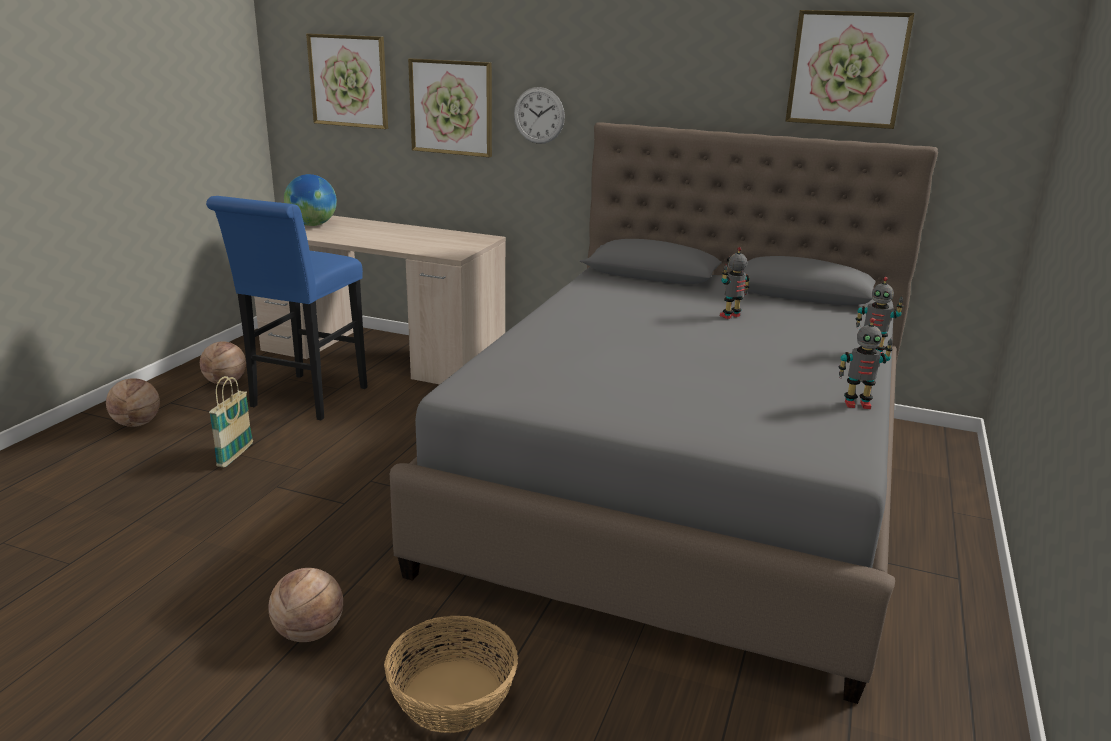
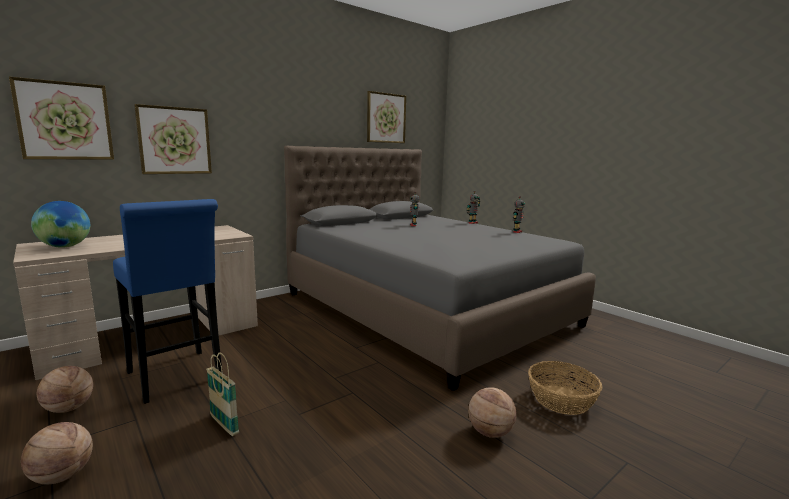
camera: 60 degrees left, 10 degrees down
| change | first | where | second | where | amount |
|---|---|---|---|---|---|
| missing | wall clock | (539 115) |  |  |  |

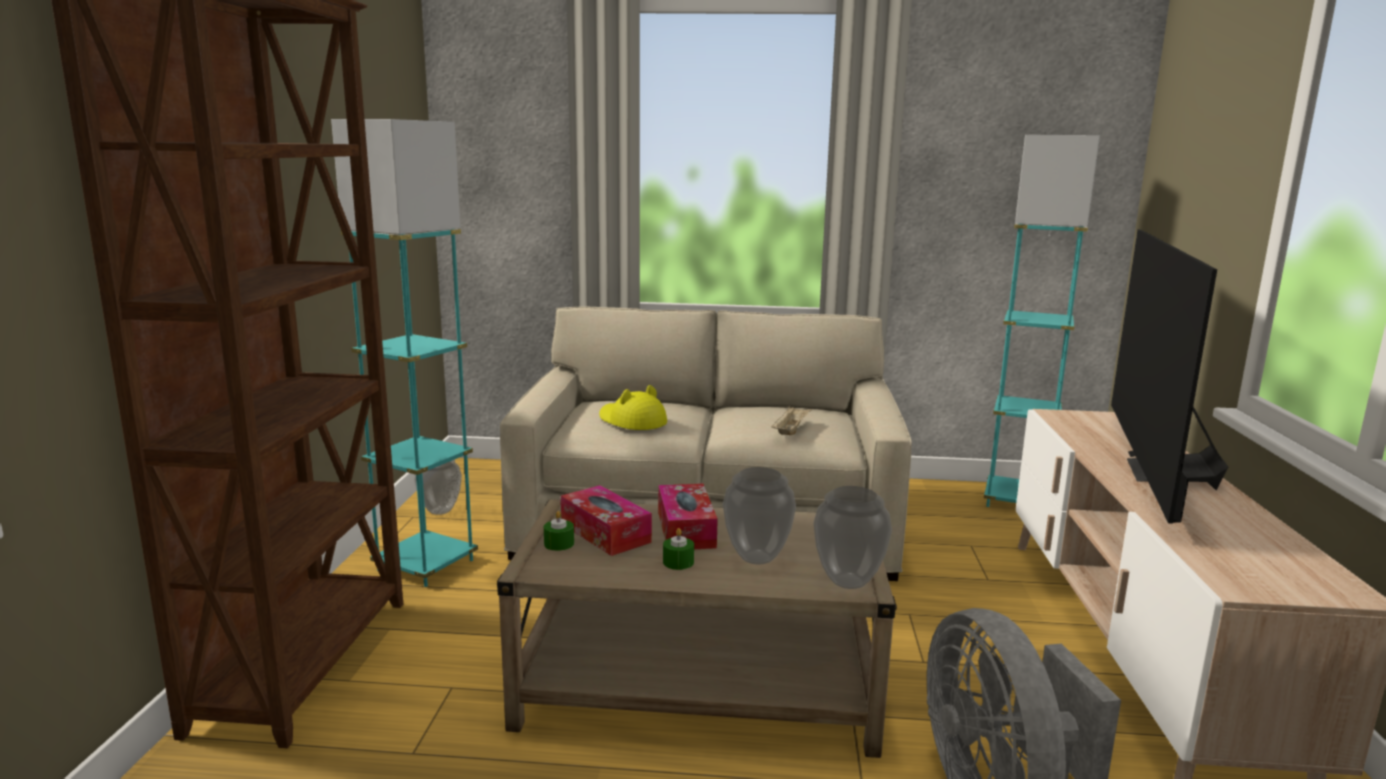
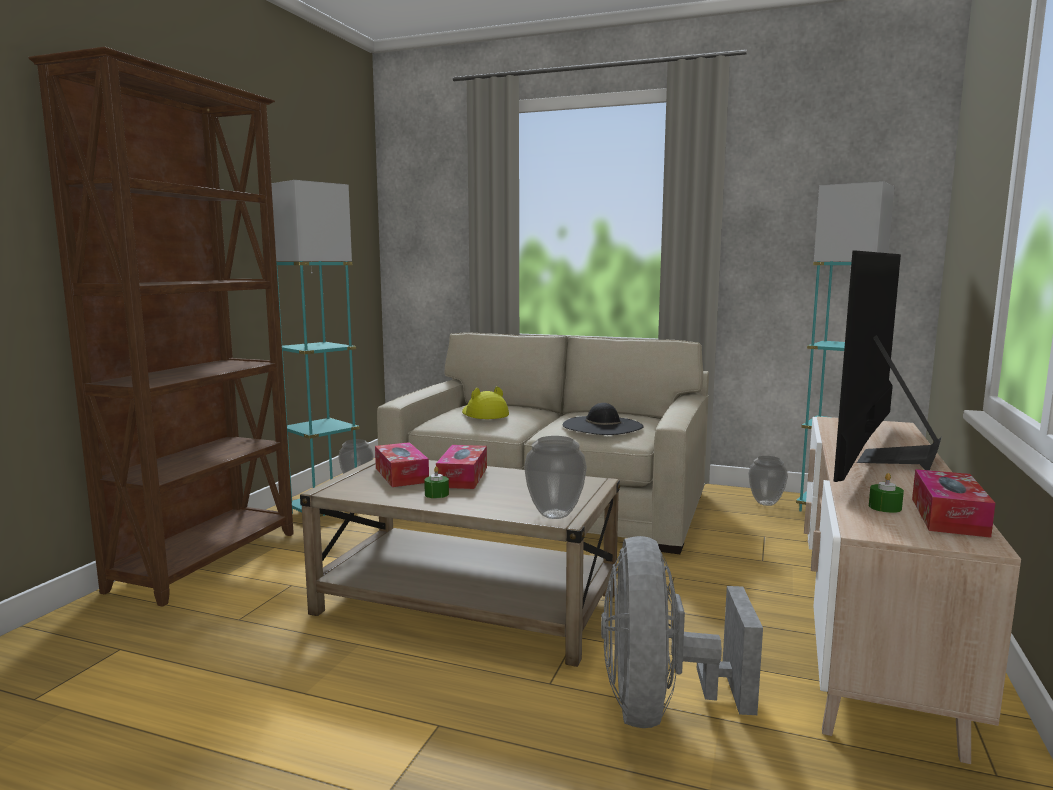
camera: 15 degrees right, 5 degrees down
| change | first | where | second | where | amount |
|---|---|---|---|---|---|
| exchanged | beige tray | (791 420) | blackish clothing hat | (603 419) |  |
| relocated | flower vase | (759 516) |  | (768 481) |  |
| relocated | green-coloured wax candle | (559 531) |  | (886 493) |  |
| appeared |  |  | tissue holder | (954 503) |  |

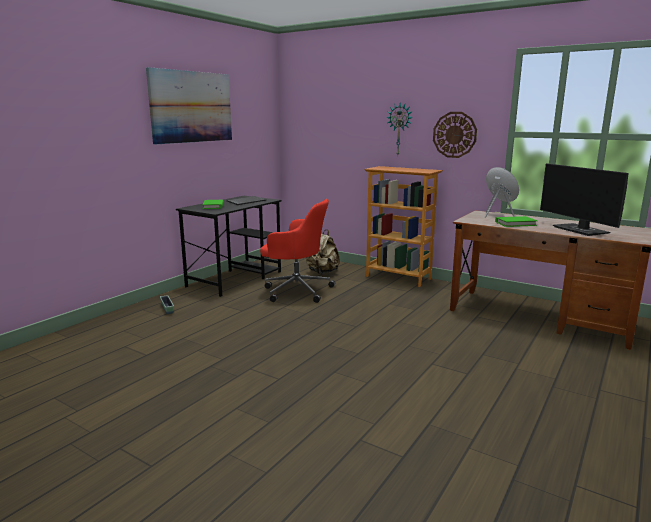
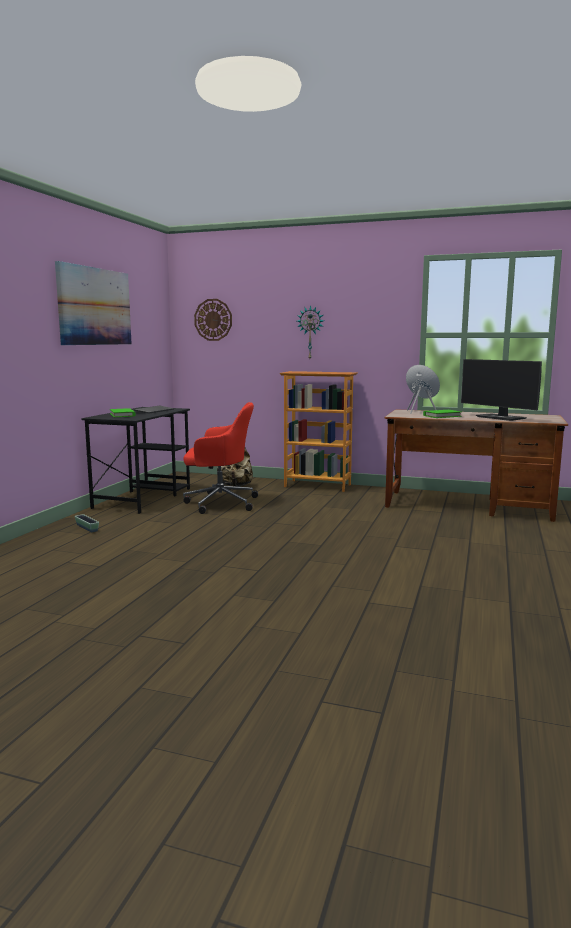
camera: 15 degrees left, 5 degrees down
| change | first | where | second | where | amount |
|---|---|---|---|---|---|
| relocated | wall clock | (455 135) |  | (213 320) |  |

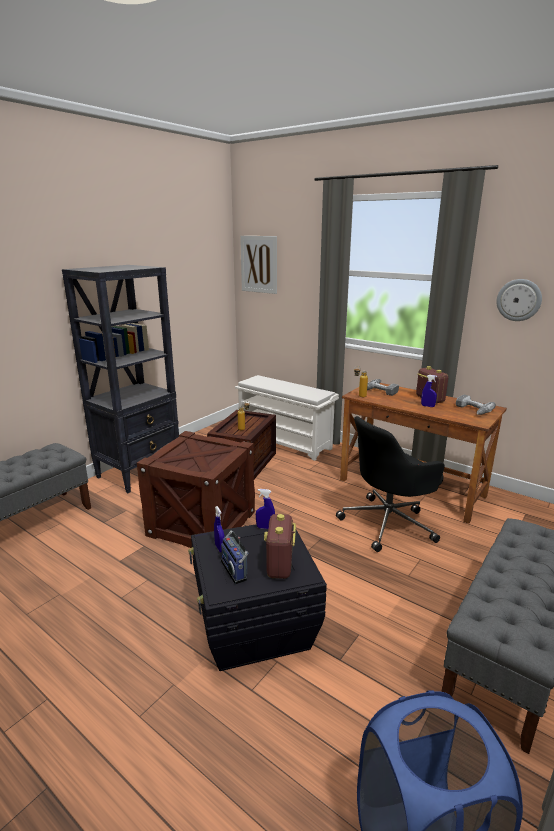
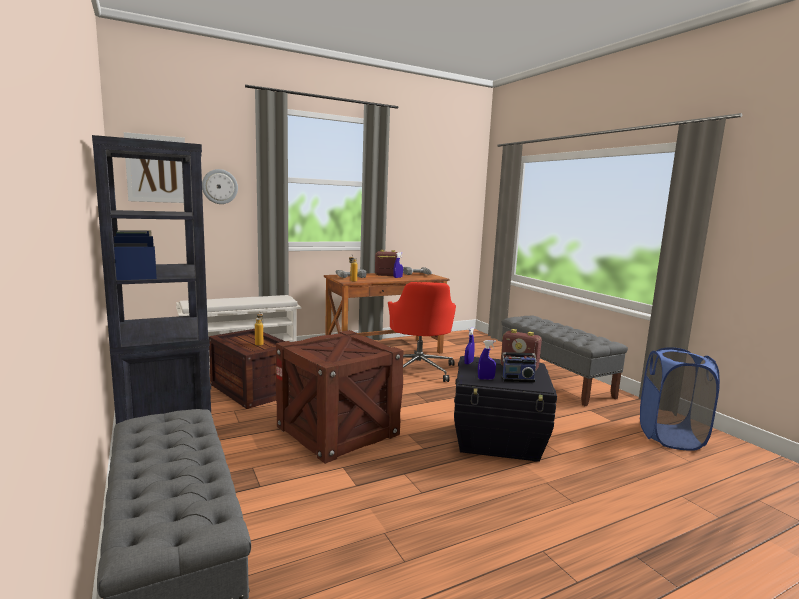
camera: 65 degrees left, 10 degrees down
| change | first | where | second | where | amount |
|---|---|---|---|---|---|
| relocated | wall clock | (519 300) |  | (220 186) |  |
| colour | blackish desk chair | (390 484) | red-coloured desk chair | (422 332) |  |

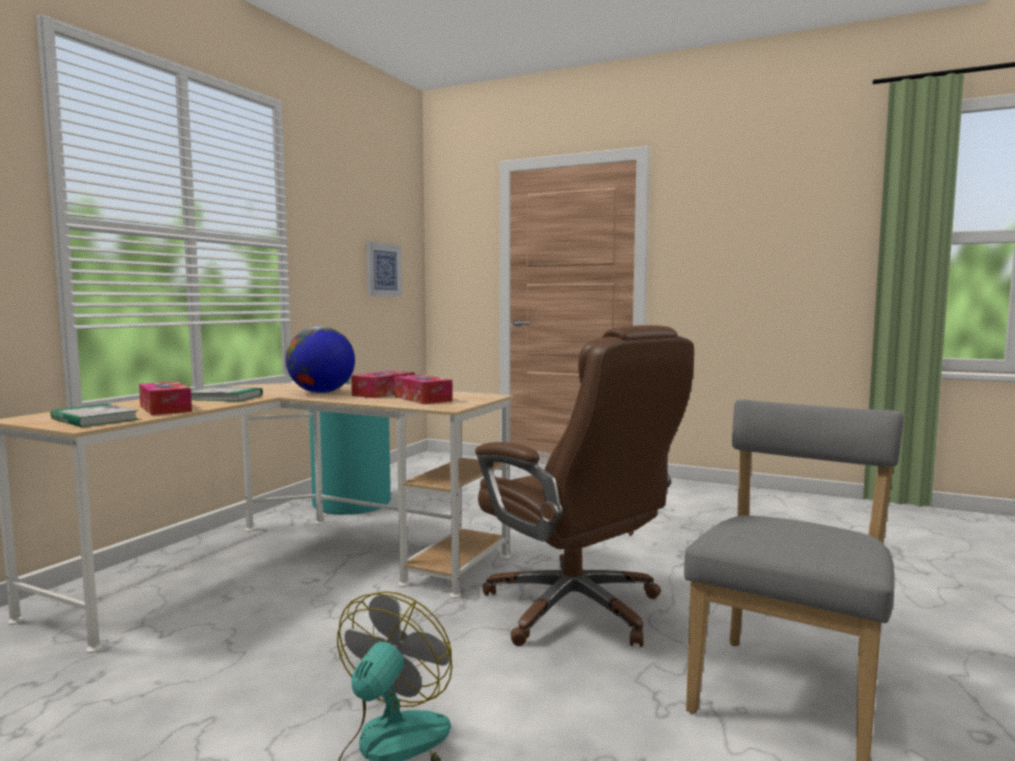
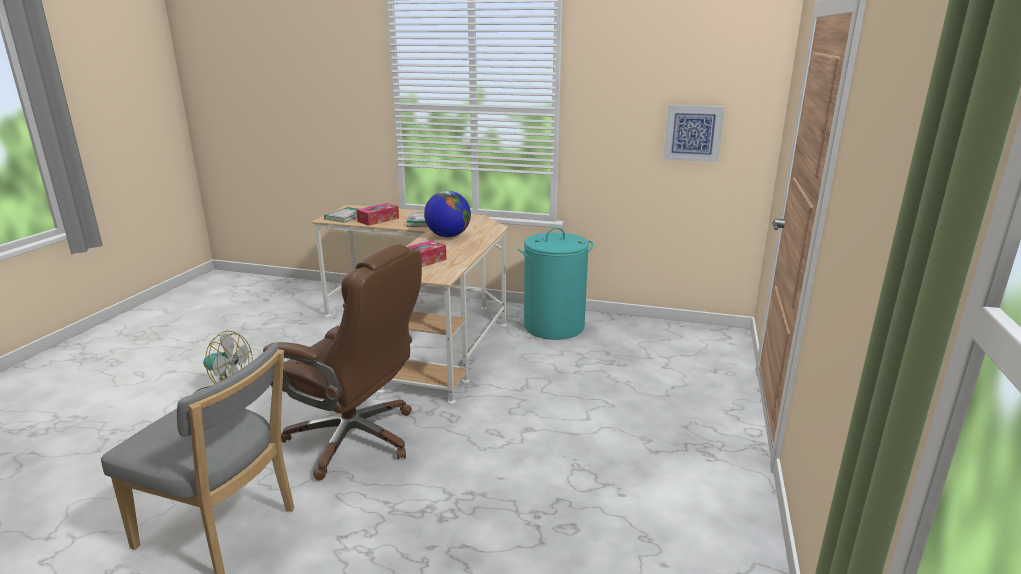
camera: 80 degrees right, 15 degrees up
| change | first | where | second | where | amount |
|---|---|---|---|---|---|
| spun | brown desk chair | (584 486) |  | (342 362) | 105 degrees counterclockwise |
| missing | tissue holder | (383 384) |  |  |  |

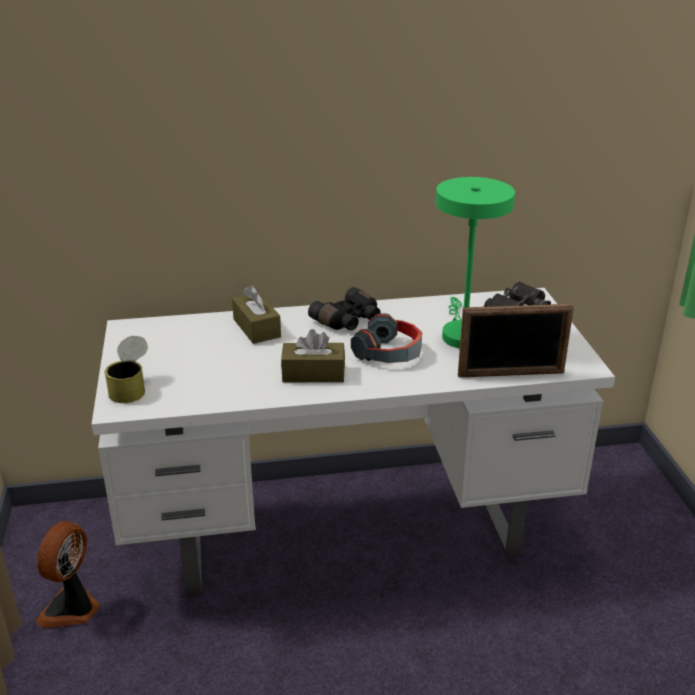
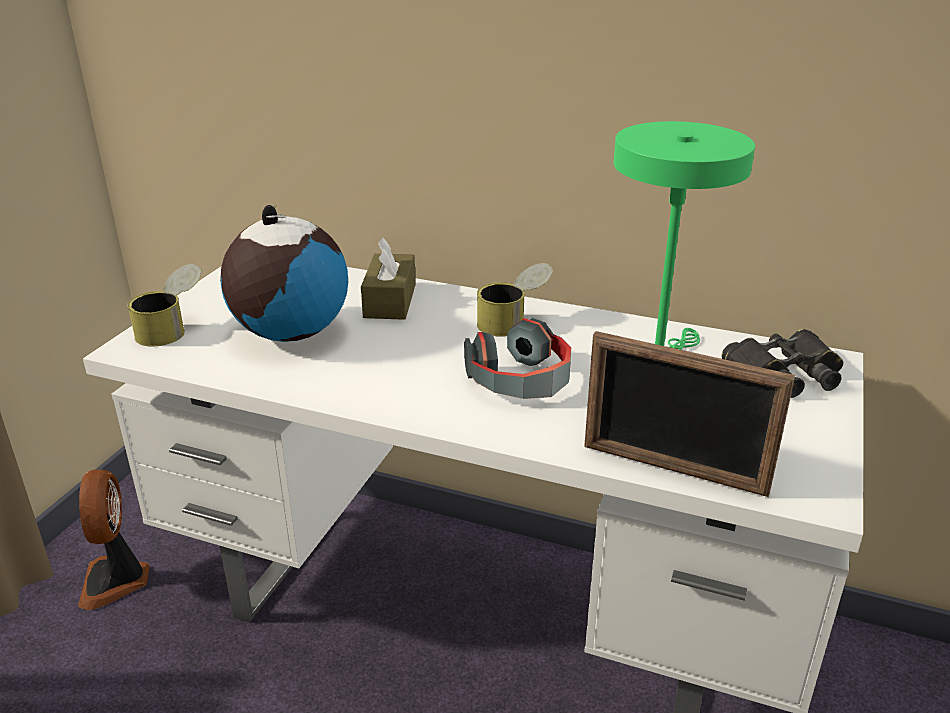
camera: 30 degrees right, 0 degrees up
| change | first | where | second | where | amount |
|---|---|---|---|---|---|
| spun | electric fan | (67 574) |  | (114 540) | 60 degrees counterclockwise |
| appeared |  |  | globe | (284 273) |  |
| exchanged | blackish pair of binoculars | (344 308) | sealed can | (515 300) |  |
| missing | brown tissue holder | (313 355) |  |  |  |

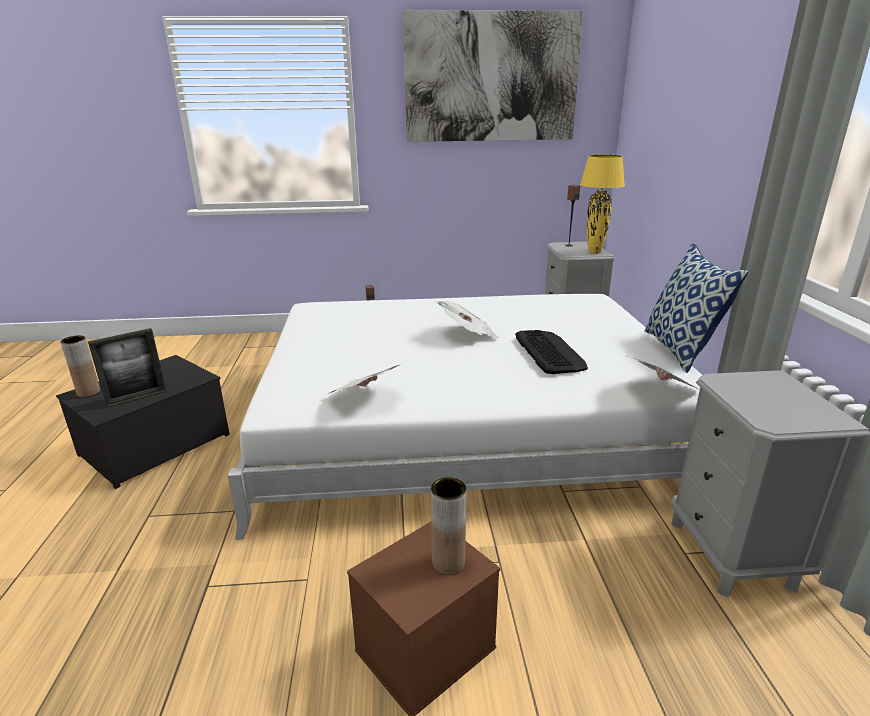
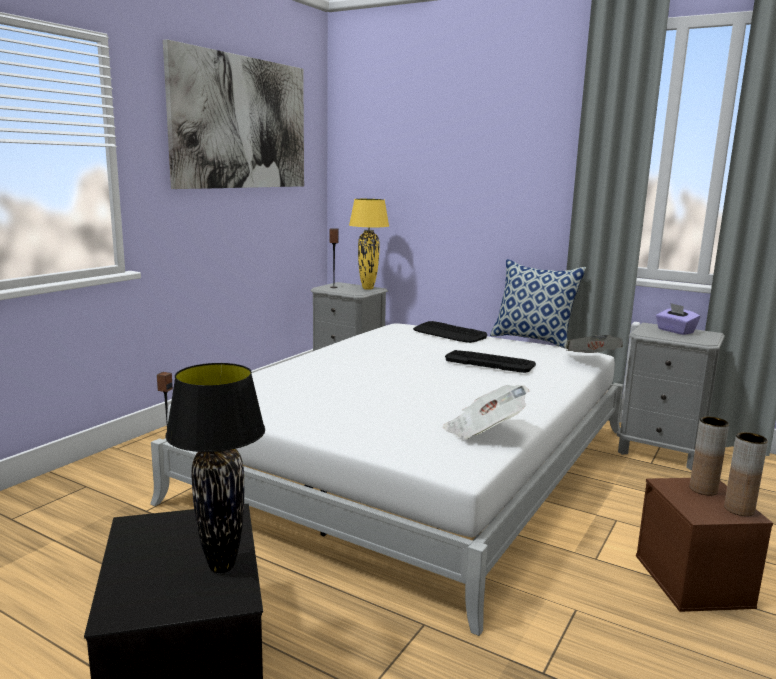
camera: 55 degrees left, 10 degrees down
| change | first | where | second | where | amount |
|---|---|---|---|---|---|
| exchanged | photo frame | (127 368) | blackish lamp for a table | (215 468) |  |
| appeared |  |  | keyboard | (450 332) |  |
| appeared |  |  | purplish tissue holder | (678 319) |  |
| relocated | brown flower vase | (80 366) |  | (746 474) |  |
| missing | newspaper | (467 319) |  |  |  |

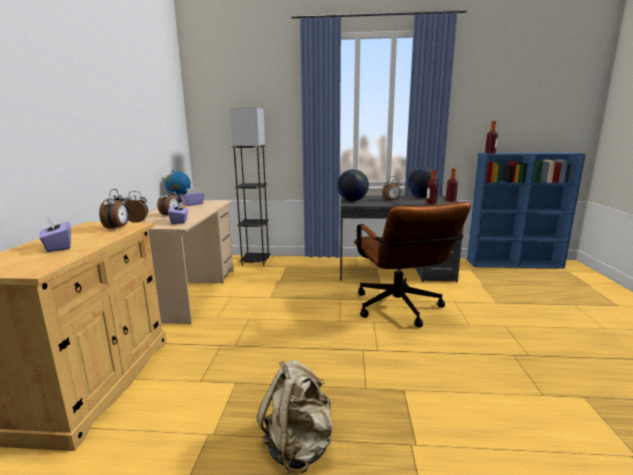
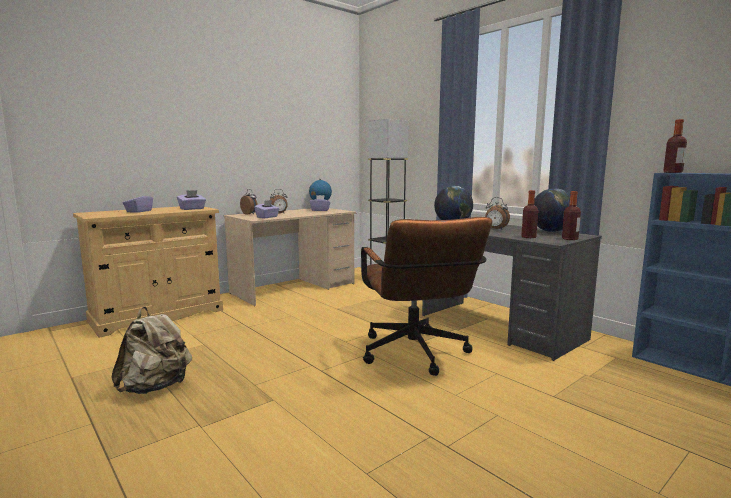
camera: 45 degrees right, 5 degrees down
| change | first | where | second | where | amount |
|---|---|---|---|---|---|
| exchanged | bedside clock | (114 209) | purplish tissue holder | (191 200) |  |
| spun | brown desk chair | (412 264) |  | (426 296) | 45 degrees counterclockwise |

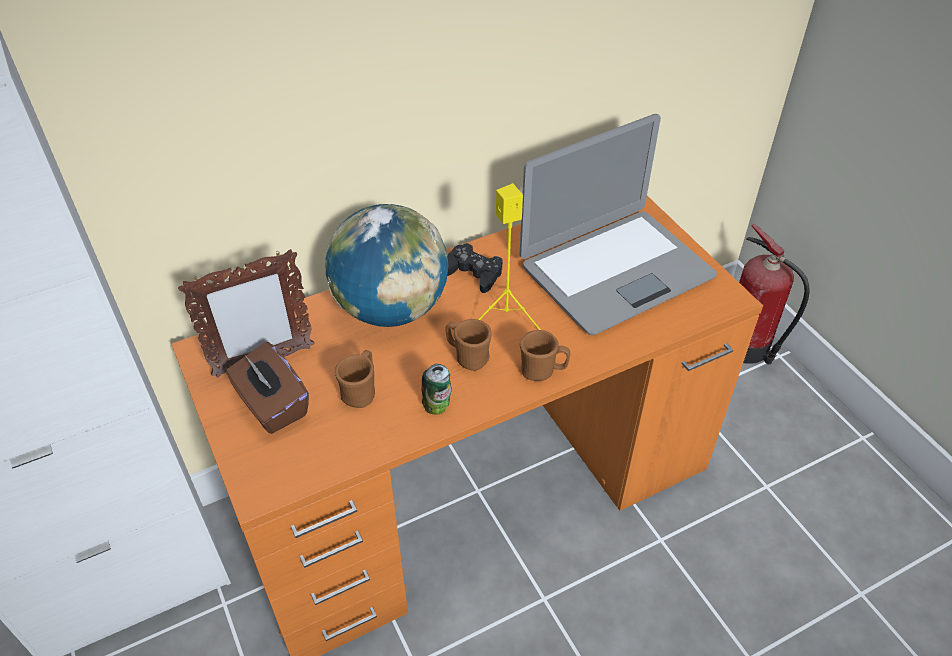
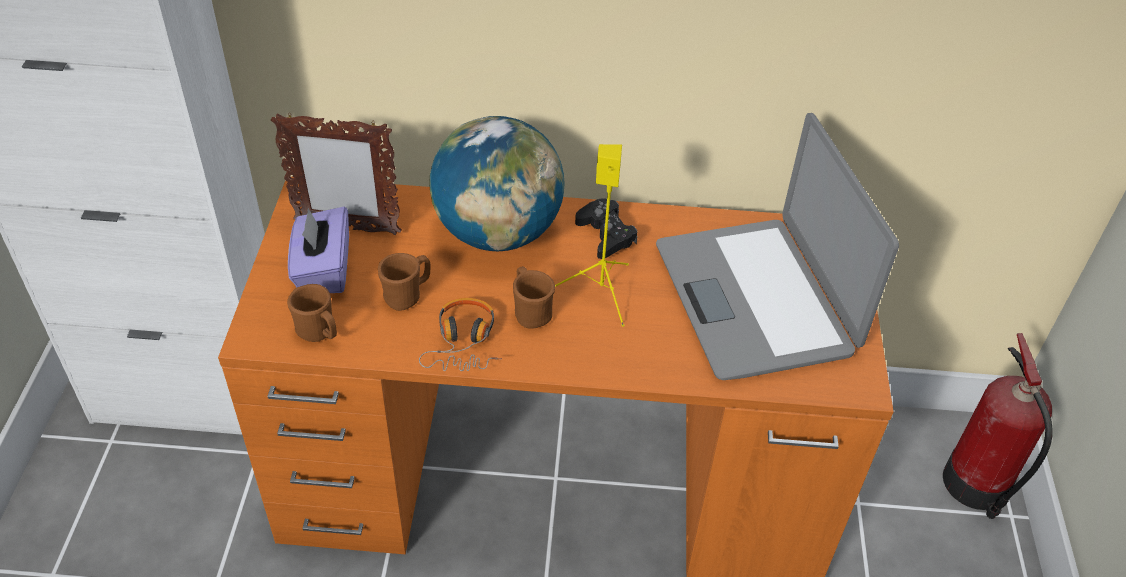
camera: 30 degrees right, 0 degrees up
| change | first | where | second | where | amount |
|---|---|---|---|---|---|
| relocated | brown coffee mug | (545 355) |  | (312 313) |  |
| colour | brown tissue holder | (267 388) | purplish tissue holder | (318 250) |  |
| exchanged | sealed can | (437 389) | pair of headphones | (460 334) |  |
| spun | portable computer | (618 224) |  | (777 246) | 75 degrees clockwise |

